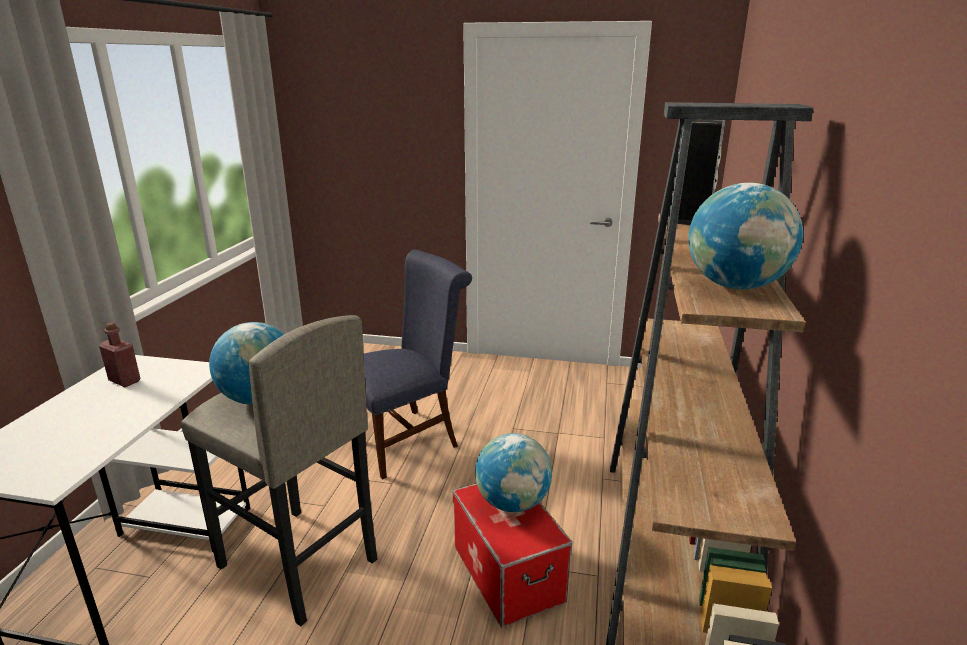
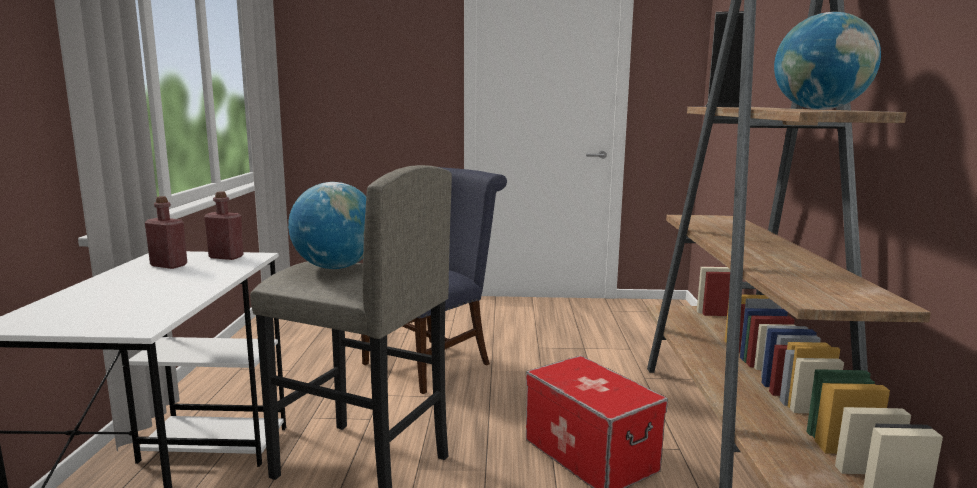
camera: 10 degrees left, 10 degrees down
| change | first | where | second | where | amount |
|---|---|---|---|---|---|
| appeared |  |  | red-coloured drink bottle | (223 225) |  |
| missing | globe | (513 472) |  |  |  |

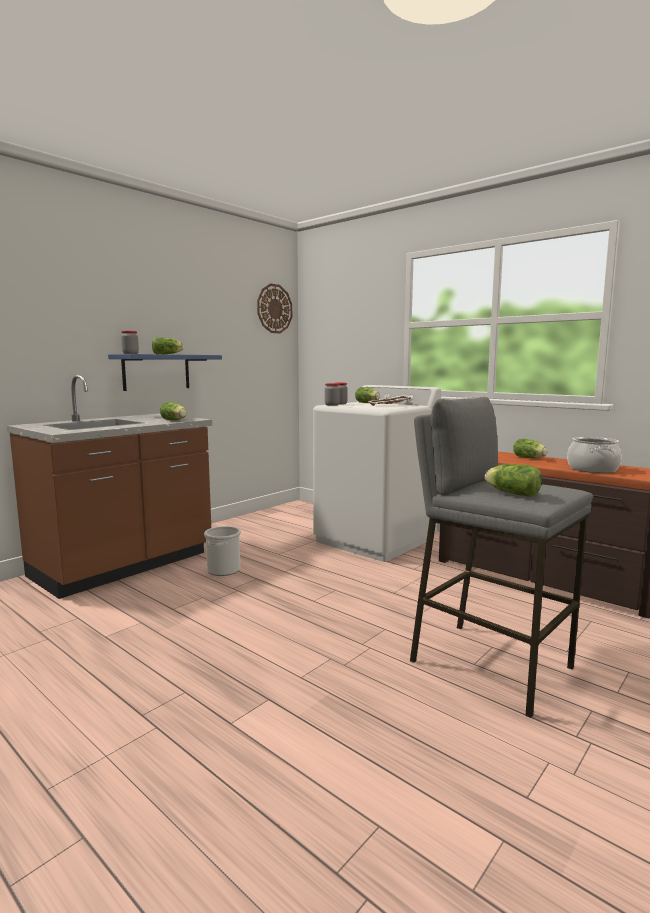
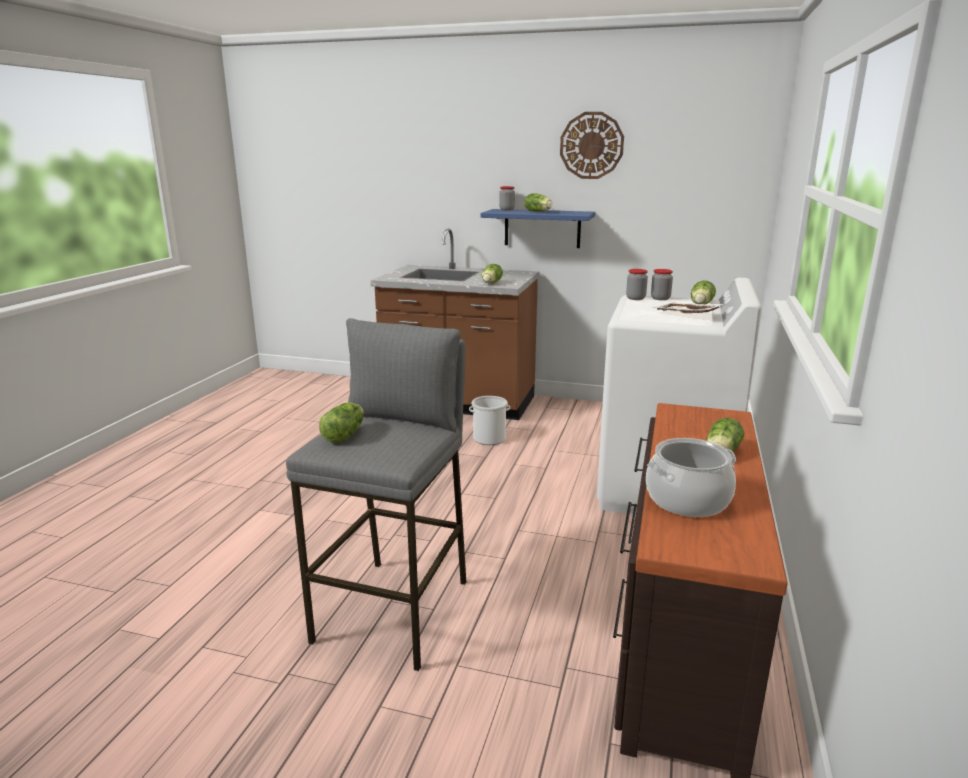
camera: 65 degrees right, 10 degrees up
| change | first | where | second | where | amount |
|---|---|---|---|---|---|
| relocated | wall clock | (274 308) |  | (592 145) |  |

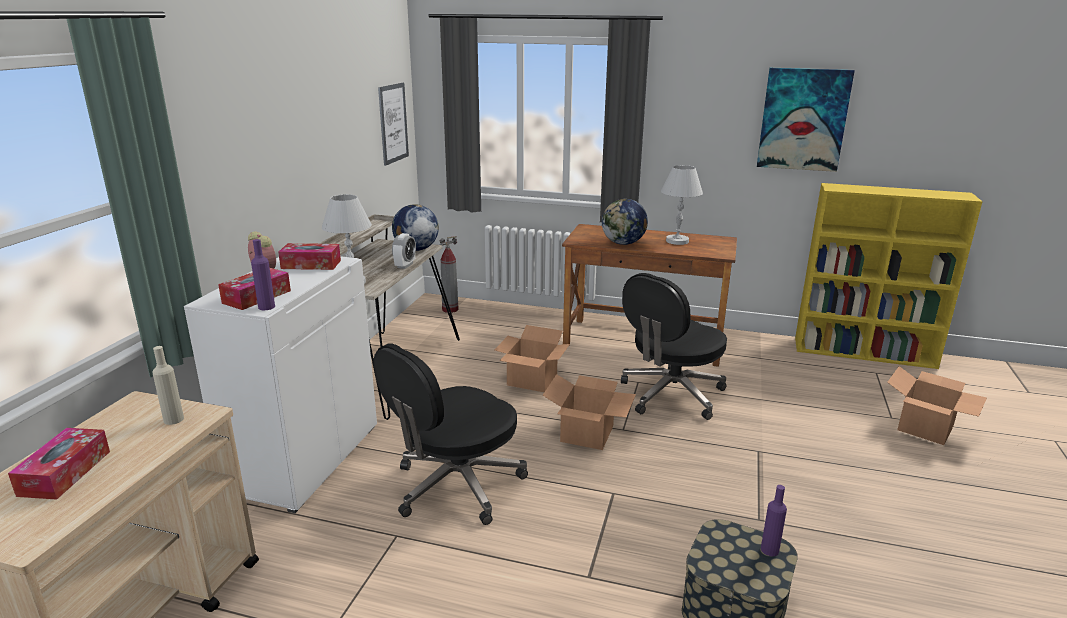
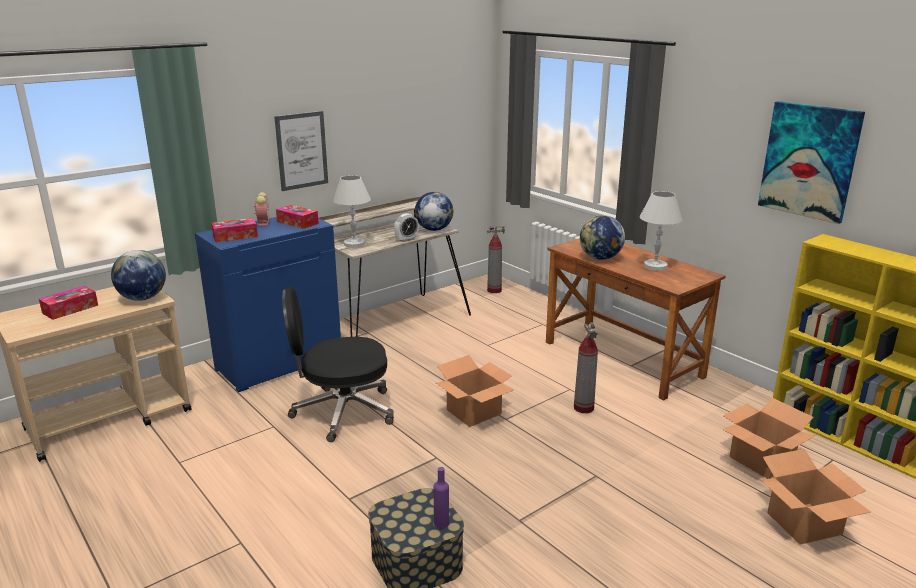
camera: 35 degrees right, 0 degrees up
| change | first | where | second | where | amount |
|---|---|---|---|---|---|
| exchanged | beige drink bottle | (168 385) | globe | (138 275) |  |
| colour | whitish storage cabinet | (280 384) | bluish storage cabinet | (268 304) |  |
| relocated | wall art | (393 124) |  | (301 151) |  |
| exchanged | blackish desk chair | (674 346) | fire extinguisher | (586 367) |  |
| relocated | carton | (532 358) |  | (769 438) |  |
| missing | purplish drink bottle | (263 274) |  |  |  |

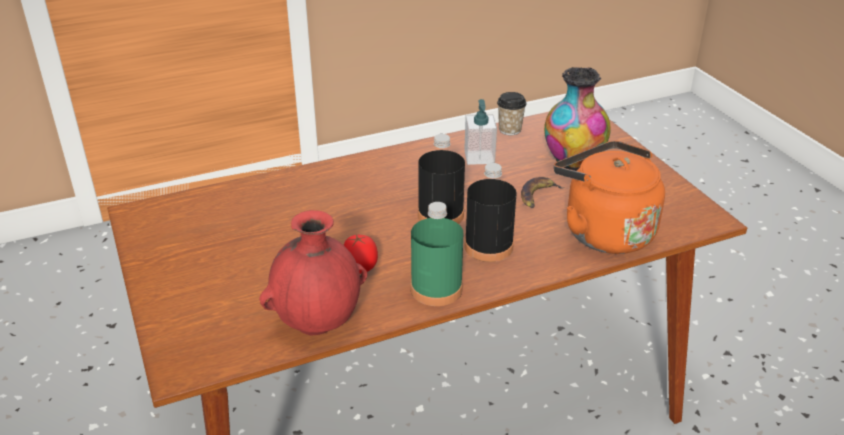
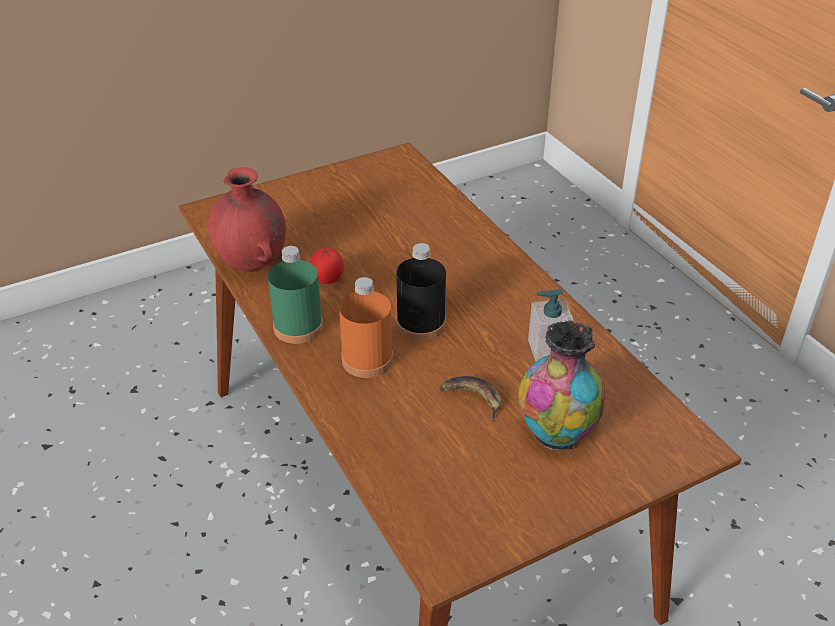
camera: 85 degrees right, 5 degrees up
| change | first | where | second | where | amount |
|---|---|---|---|---|---|
| colour | blackish drink bottle | (490 212) | orangey drink bottle | (366 327) |  |
| missing | drinking cup | (512 113) |  |  |  |
| missing | orangey tea kettle | (609 197) |  |  |  |

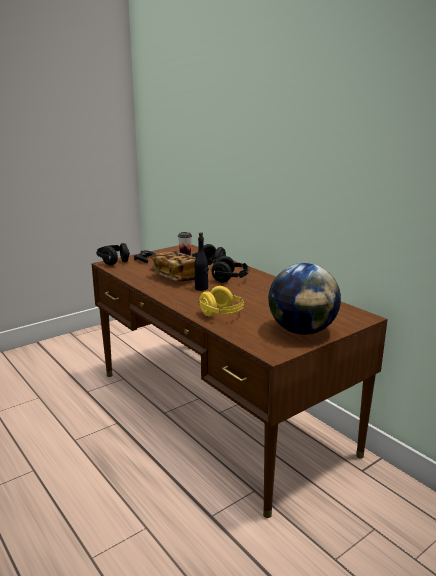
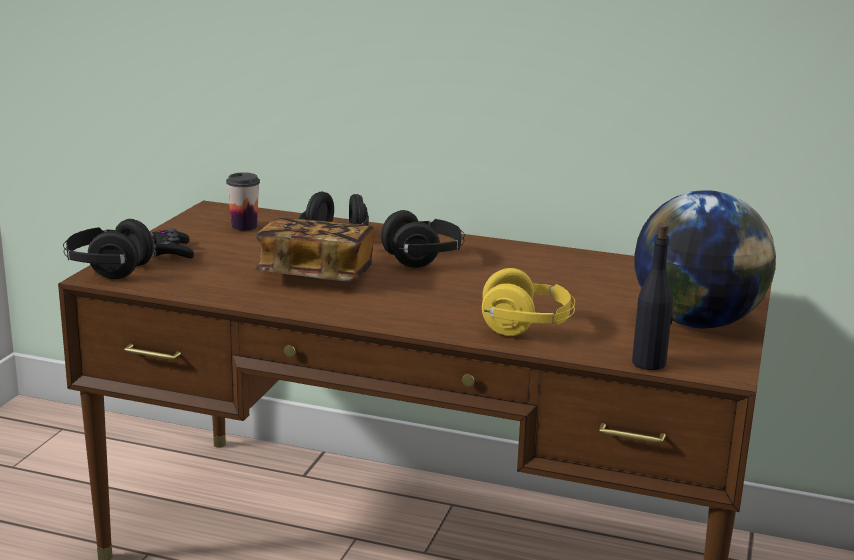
camera: 35 degrees left, 0 degrees up
| change | first | where | second | where | amount |
|---|---|---|---|---|---|
| relocated | blackish drink bottle | (202 261) |  | (652 296) |  |

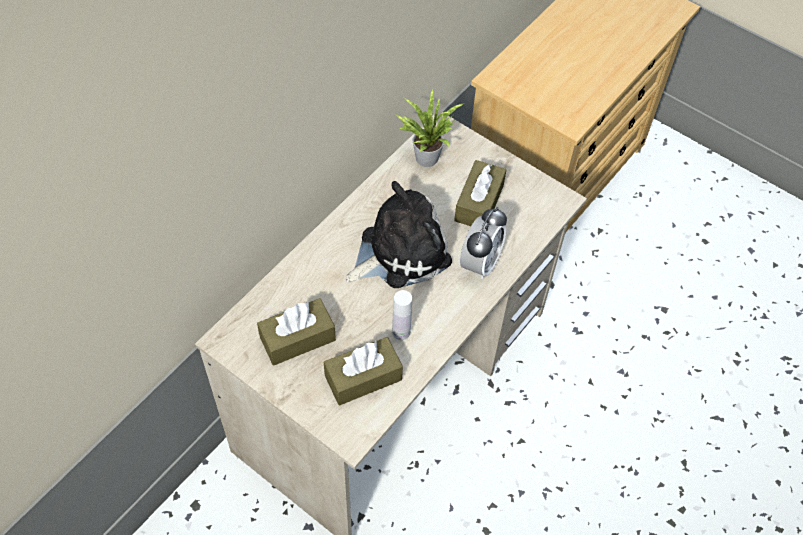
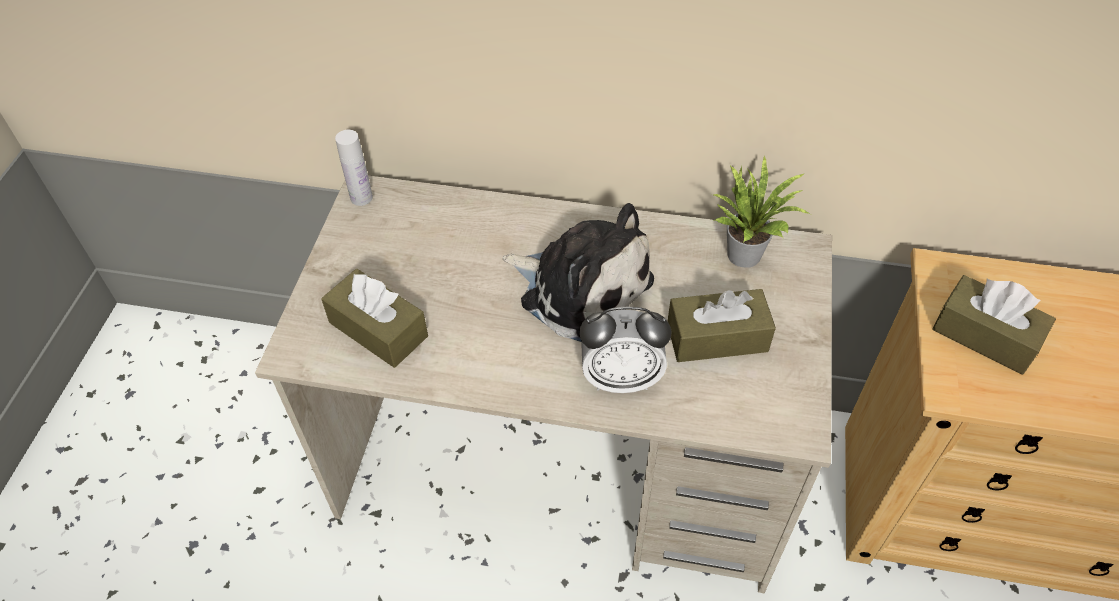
camera: 65 degrees right, 5 degrees down
| change | first | where | second | where | amount |
|---|---|---|---|---|---|
| relocated | whitish drink bottle | (402 315) |  | (354 168) |  |
| relocated | brown tissue holder | (296 332) |  | (994 325) |  |

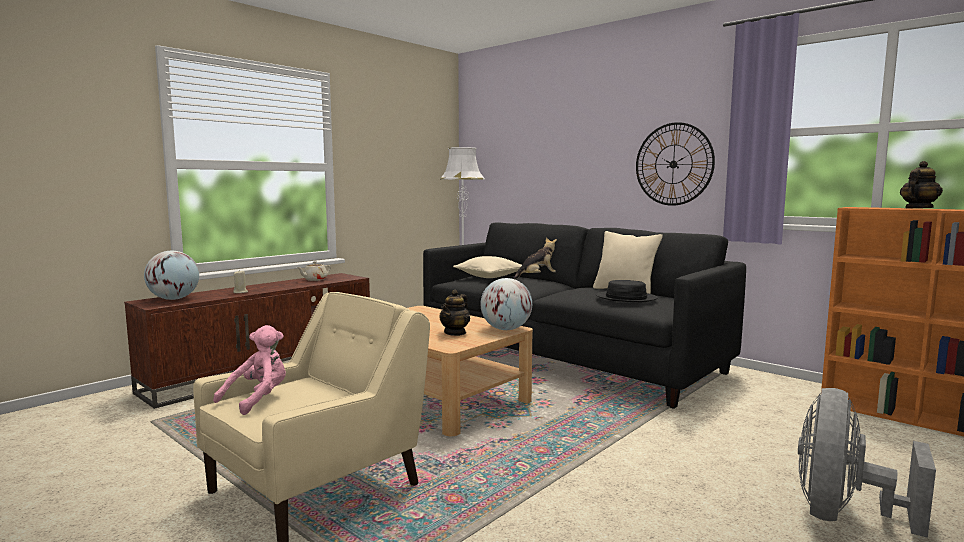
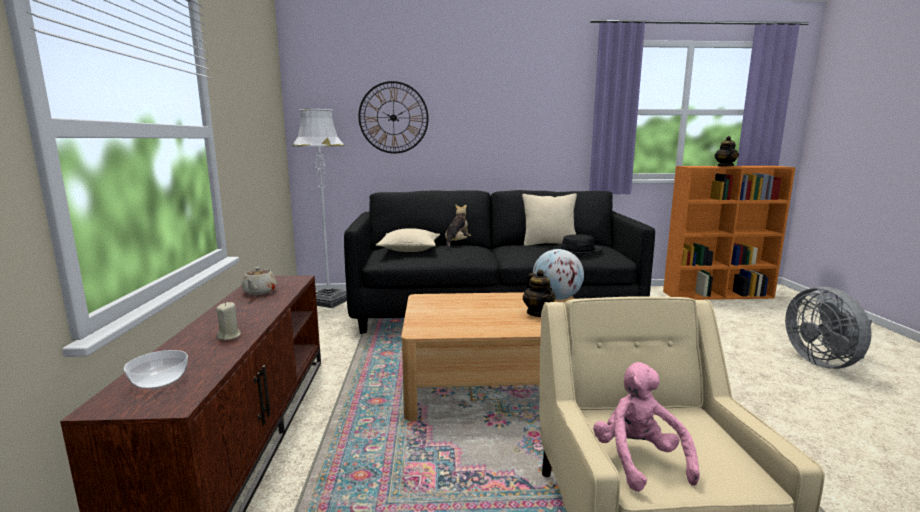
camera: 45 degrees left, 5 degrees up
| change | first | where | second | where | amount |
|---|---|---|---|---|---|
| exchanged | globe | (171 275) | serving bowl | (156 369) |  |
| relocated | wall clock | (675 164) |  | (393 117) |  |

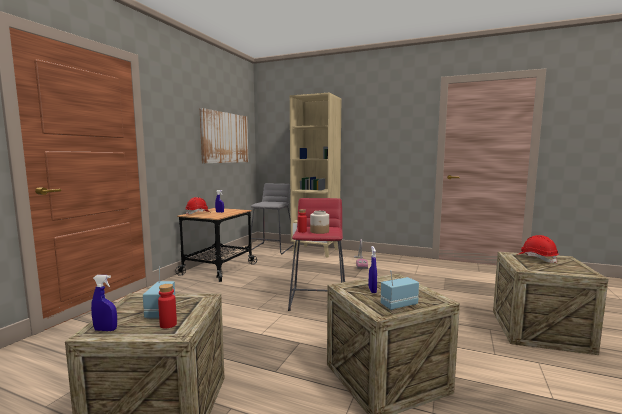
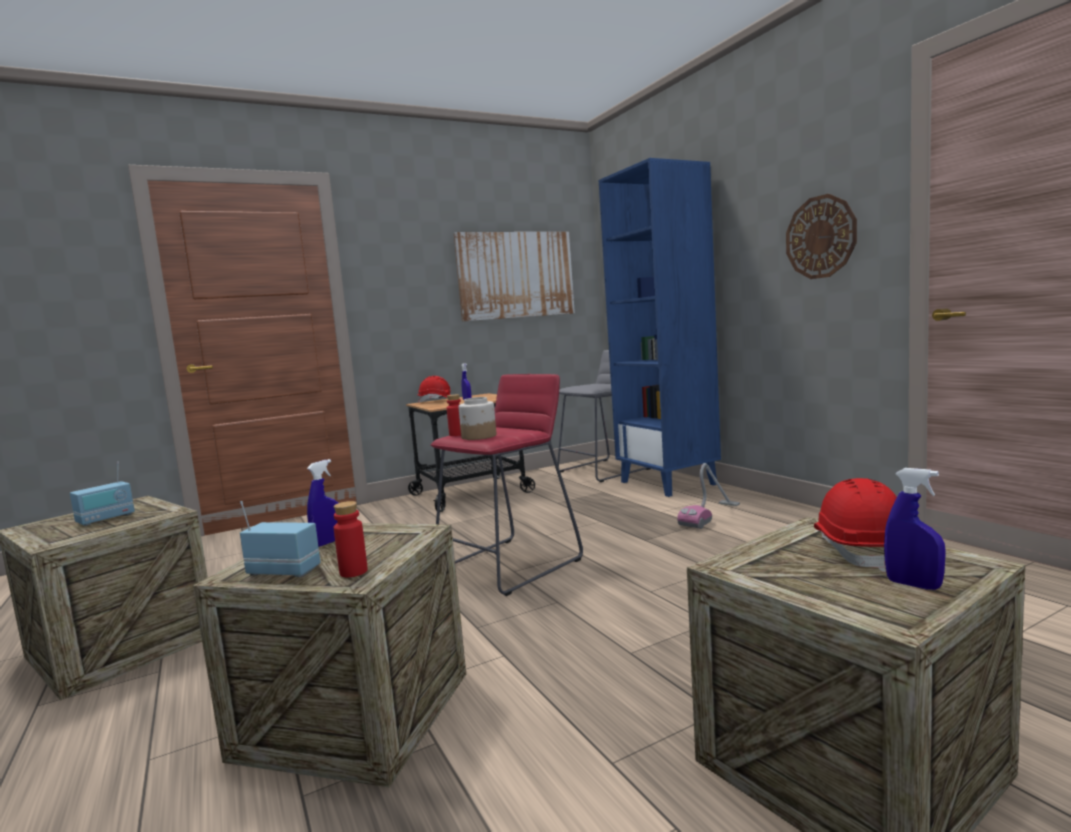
camera: 40 degrees right, 0 degrees up
| change | first | where | second | where | amount |
|---|---|---|---|---|---|
| relocated | red-coloured drink bottle | (167 306) |  | (351 539) |  |
| colour | beige bookshelf | (315 175) | bluish bookshelf | (660 327) |  |
| appeared |  |  | wall clock | (821 236) |  |
| relocated | bluish sprayer | (104 303) |  | (915 529) |  |

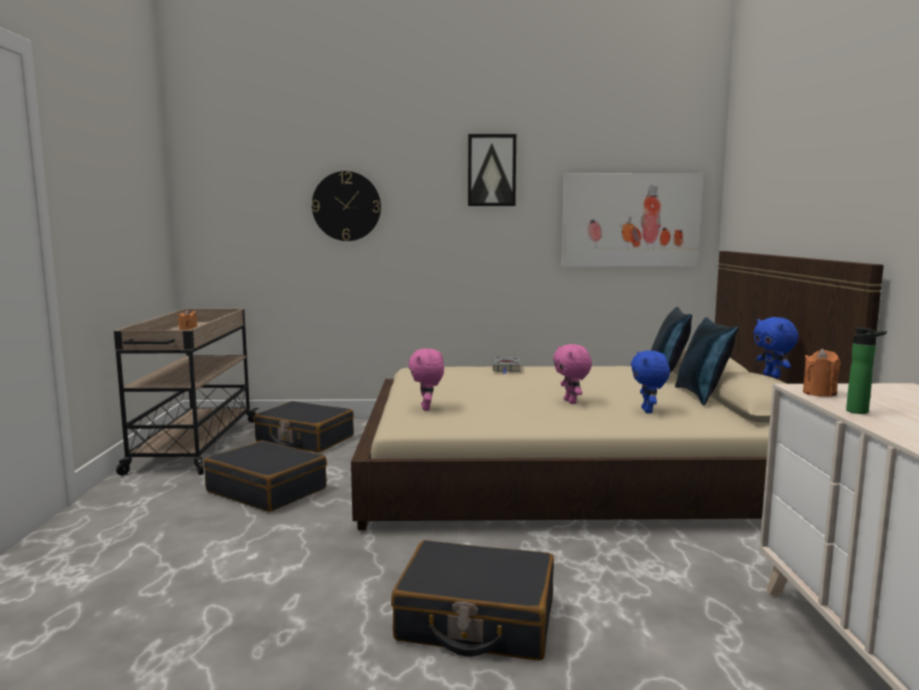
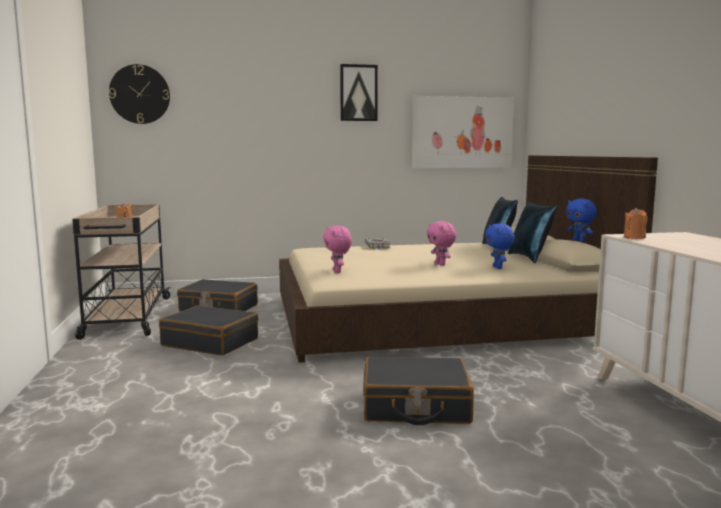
camera: 10 degrees left, 0 degrees up
| change | first | where | second | where | amount |
|---|---|---|---|---|---|
| relocated | wall clock | (346 206) |  | (139 94) |  |
| missing | drink bottle | (866 370) |  |  |  |

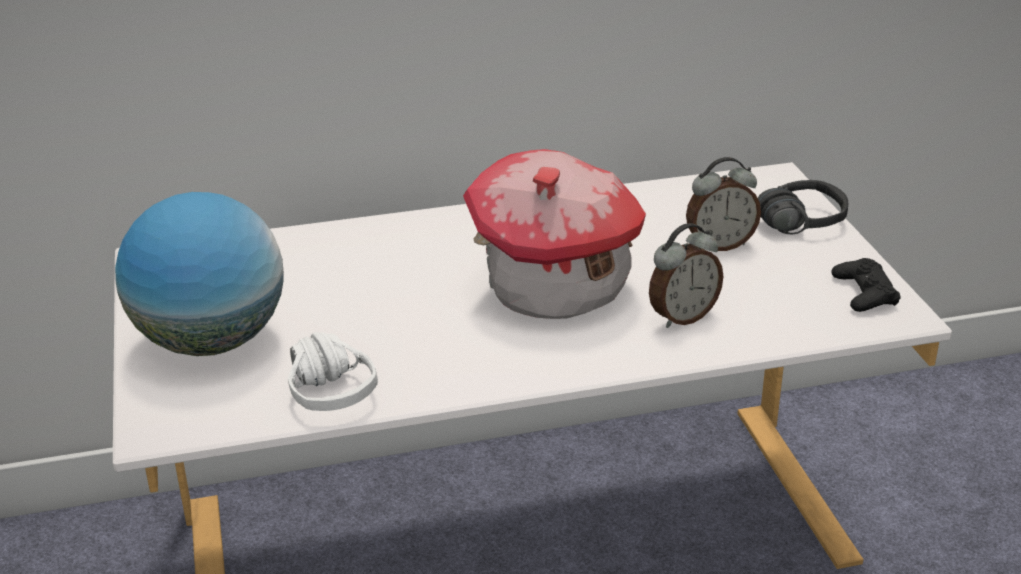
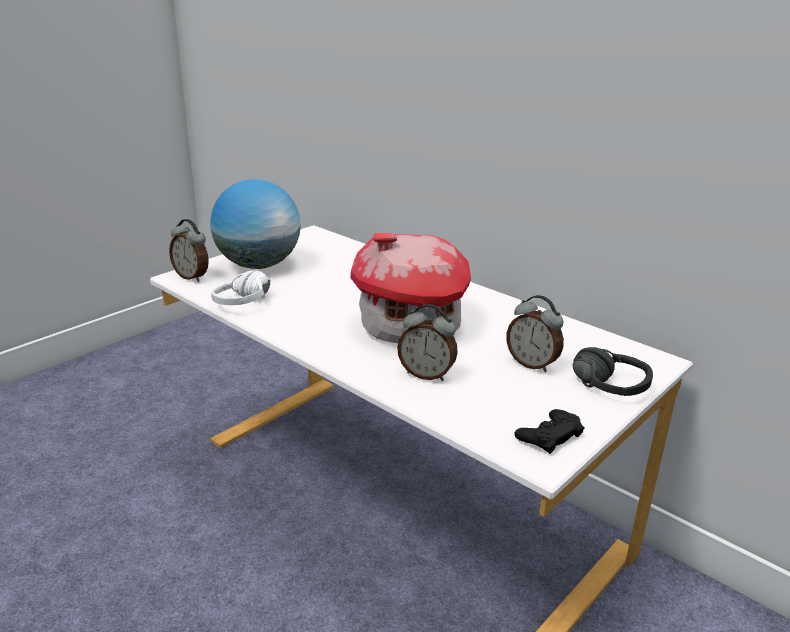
camera: 55 degrees right, 5 degrees down
| change | first | where | second | where | amount |
|---|---|---|---|---|---|
| appeared |  |  | bedside clock | (189 250) |  |

